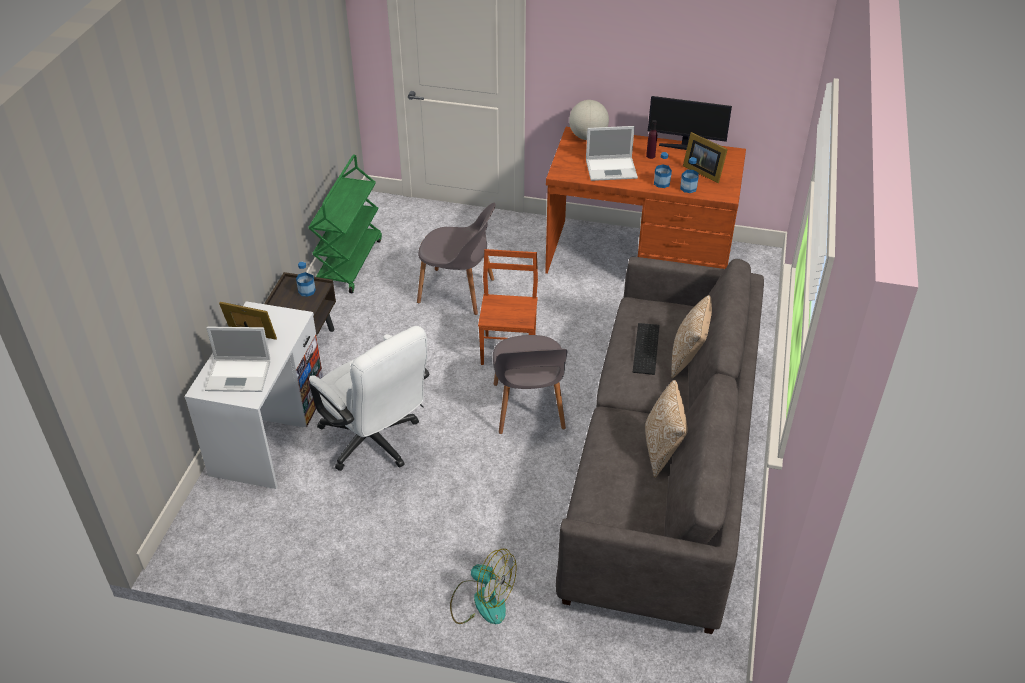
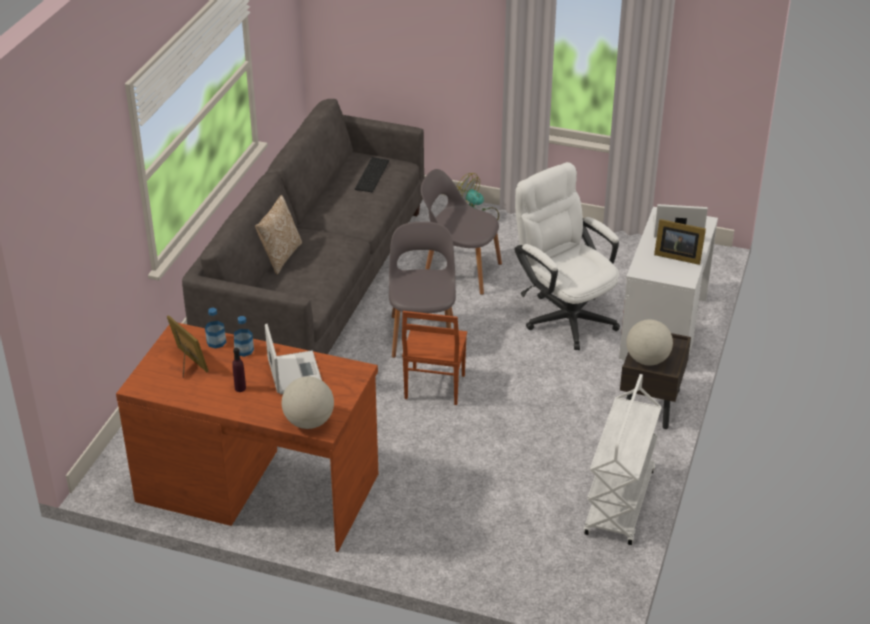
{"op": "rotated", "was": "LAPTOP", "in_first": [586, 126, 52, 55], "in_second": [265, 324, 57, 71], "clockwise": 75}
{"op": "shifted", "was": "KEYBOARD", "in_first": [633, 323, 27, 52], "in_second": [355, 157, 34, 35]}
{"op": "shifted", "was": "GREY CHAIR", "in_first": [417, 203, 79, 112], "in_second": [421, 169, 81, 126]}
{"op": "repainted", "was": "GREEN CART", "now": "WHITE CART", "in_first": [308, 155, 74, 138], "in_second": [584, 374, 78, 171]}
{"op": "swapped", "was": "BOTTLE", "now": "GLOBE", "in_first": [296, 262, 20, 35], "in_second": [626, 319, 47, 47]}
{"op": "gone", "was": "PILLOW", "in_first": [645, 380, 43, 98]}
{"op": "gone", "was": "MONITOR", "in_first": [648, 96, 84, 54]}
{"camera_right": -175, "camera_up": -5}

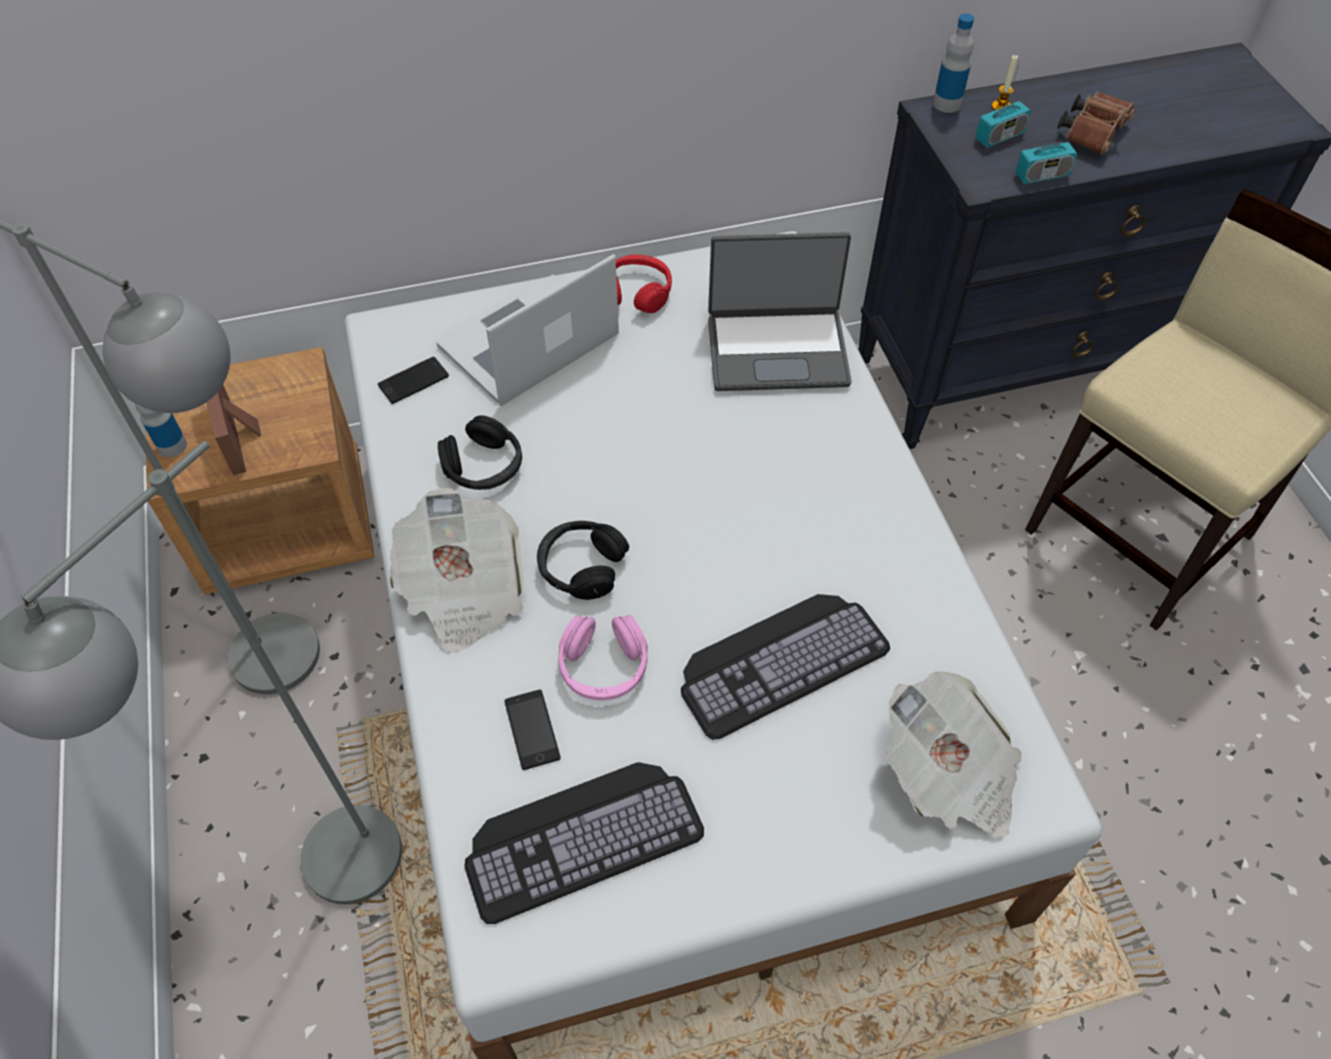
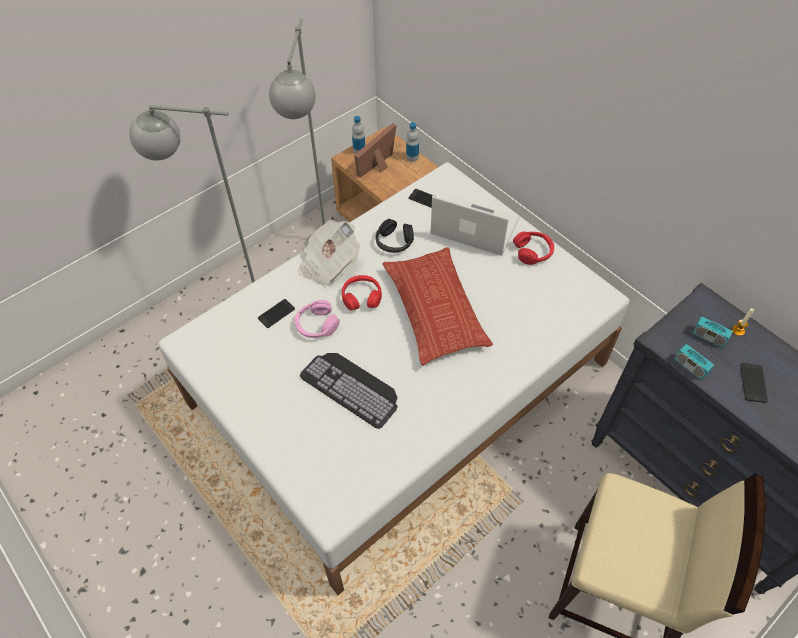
{"op": "repainted", "was": "BLACK HEADPHONES", "now": "RED HEADPHONES", "in_first": [537, 521, 92, 79], "in_second": [342, 275, 40, 35]}
{"op": "new", "now": "PILLOW", "in_second": [383, 247, 110, 119]}
{"op": "shifted", "was": "BOTTLE", "in_first": [933, 14, 41, 99], "in_second": [406, 122, 13, 40]}
{"op": "swapped", "was": "BROWN BINOCULARS", "now": "PHONE", "in_first": [1058, 91, 77, 63], "in_second": [740, 363, 28, 40]}
{"op": "gone", "was": "KEYBOARD", "in_first": [464, 762, 240, 162]}
{"op": "gone", "was": "LAPTOP", "in_first": [708, 232, 144, 159]}
{"op": "gone", "was": "NEWSPAPER", "in_first": [886, 671, 136, 167]}
{"camera_right": 65, "camera_up": 0}

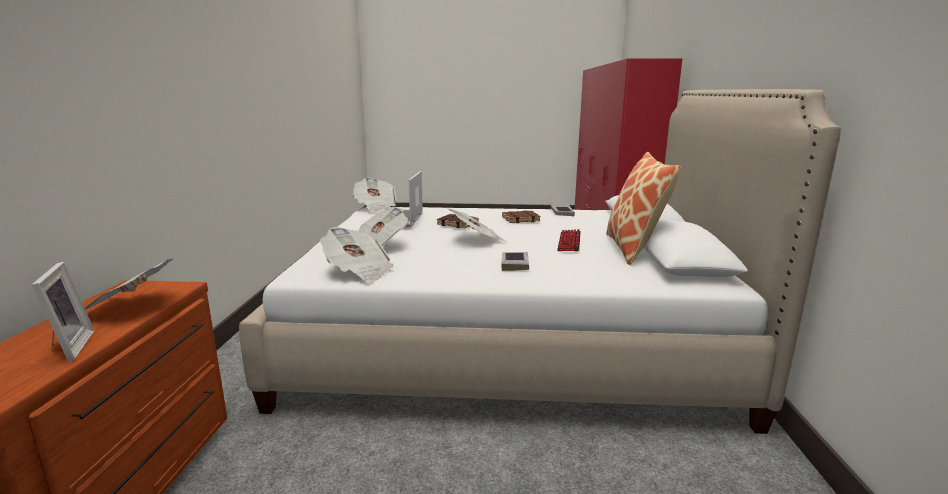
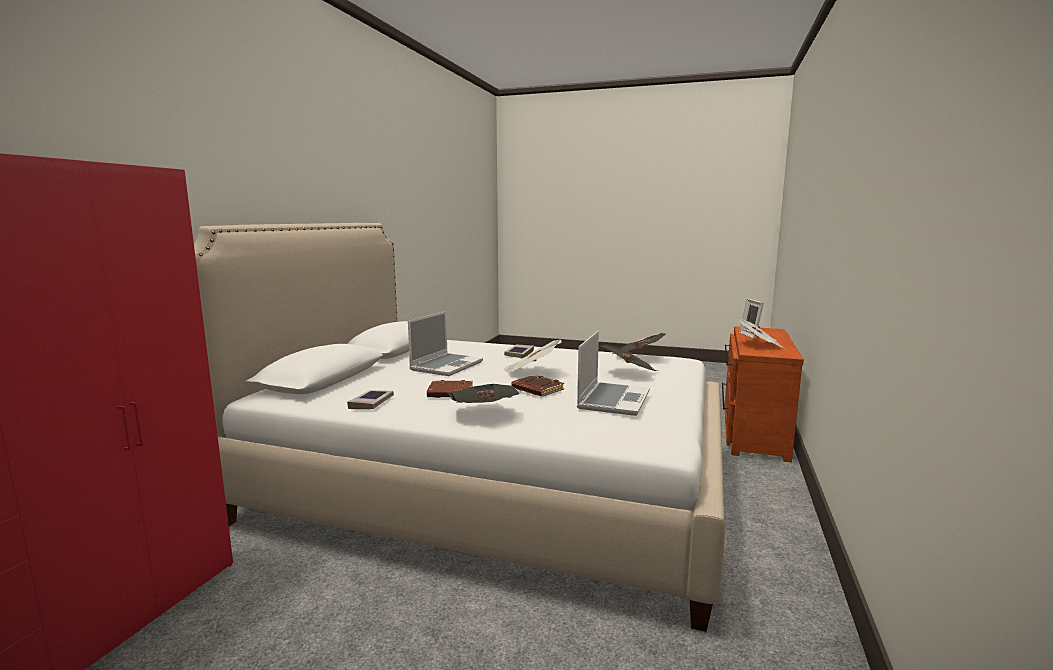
{"op": "swapped", "was": "KEYBOARD", "now": "LAPTOP", "in_first": [557, 229, 24, 23], "in_second": [408, 311, 75, 65]}
{"op": "shifted", "was": "NEWSPAPER", "in_first": [353, 177, 43, 35], "in_second": [448, 384, 71, 19]}
{"op": "gone", "was": "PILLOW", "in_first": [606, 152, 75, 113]}
{"camera_right": -165, "camera_up": -5}

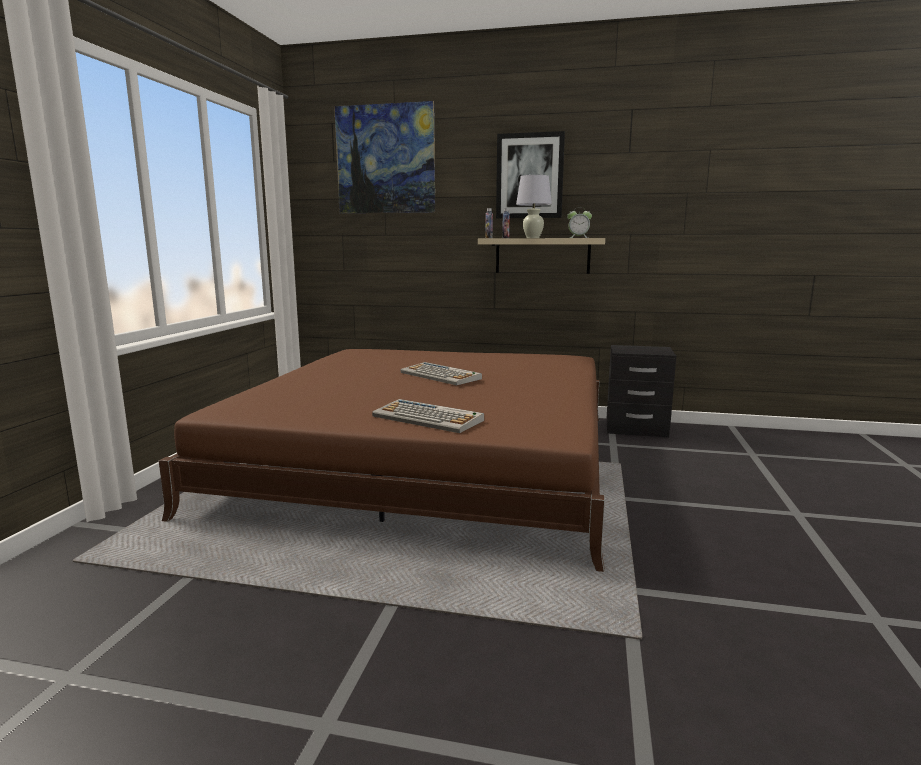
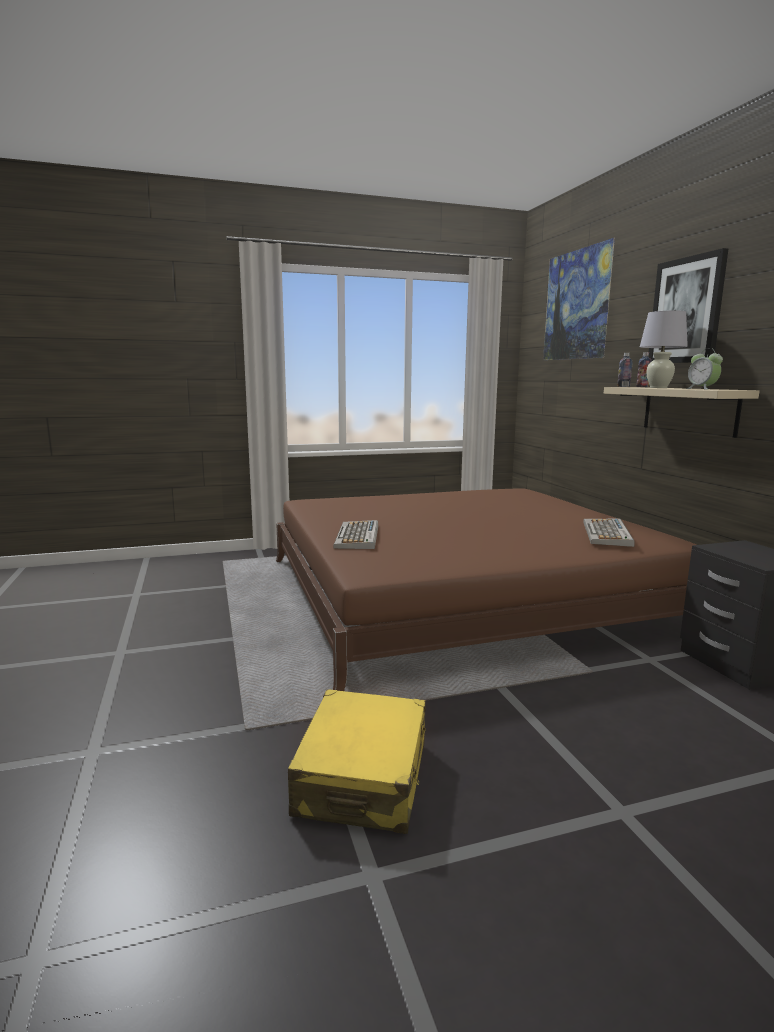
{"op": "new", "now": "YELLOW SUITCASE", "in_second": [288, 689, 138, 145]}
{"op": "shifted", "was": "KEYBOARD", "in_first": [401, 362, 81, 23], "in_second": [583, 519, 52, 28]}
{"camera_right": 60, "camera_up": 0}

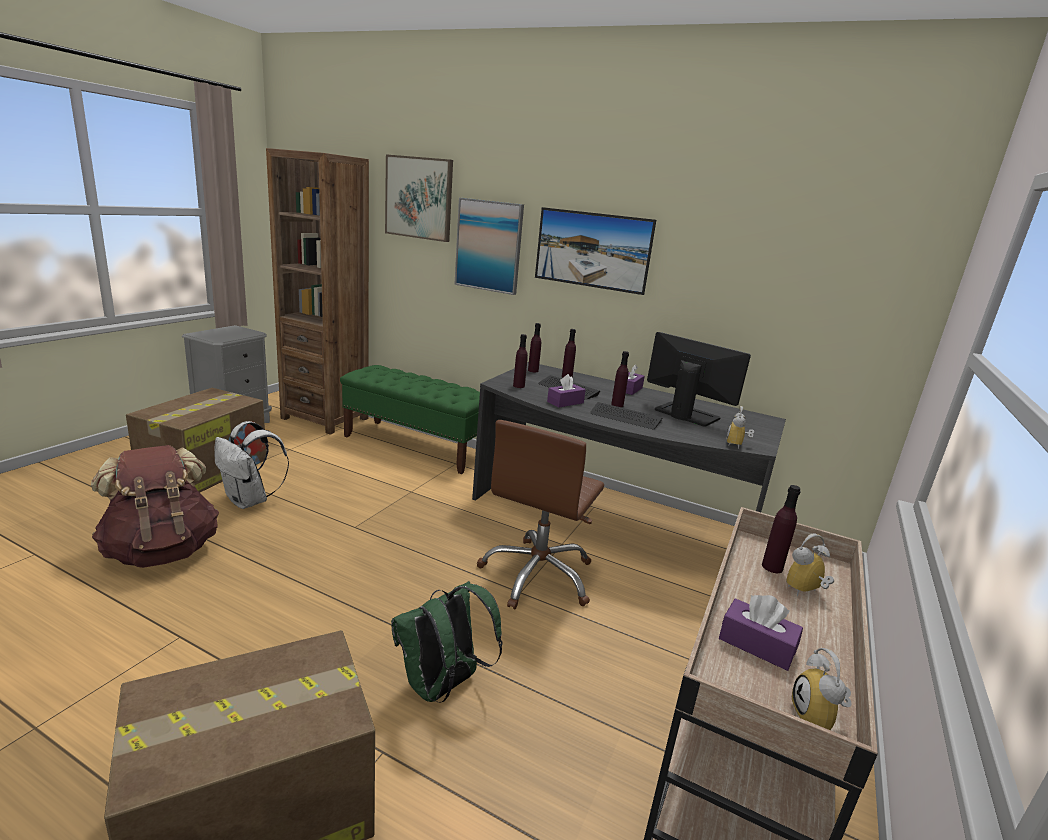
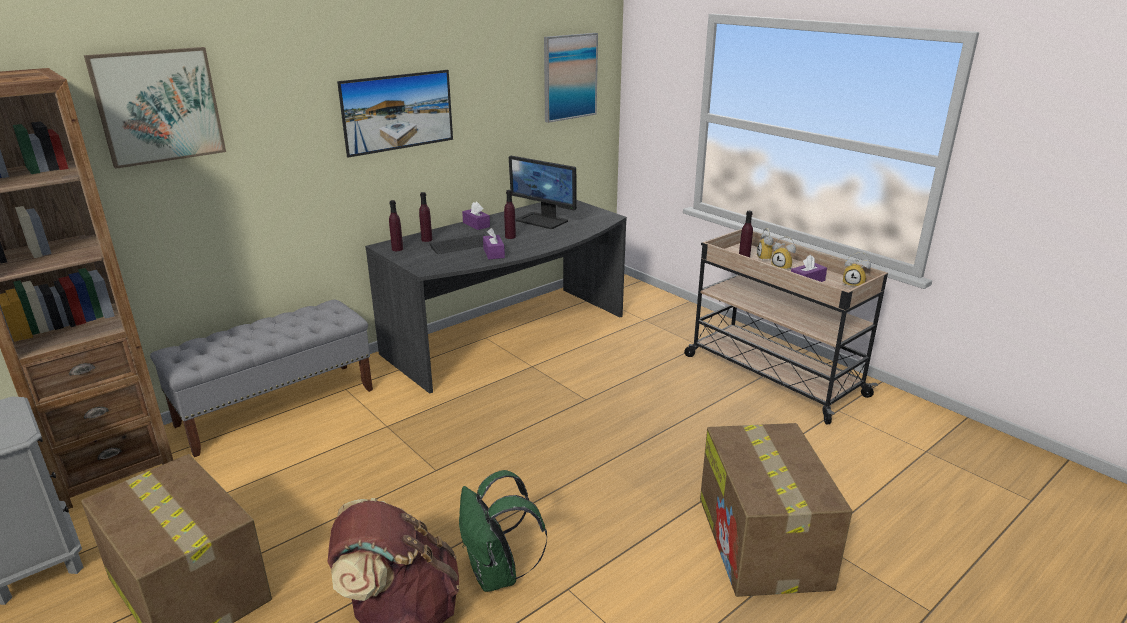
{"op": "repainted", "was": "GREEN BENCH", "now": "GREY BENCH", "in_first": [340, 365, 140, 109], "in_second": [150, 300, 223, 157]}
{"op": "shifted", "was": "GREEN BACKPACK", "in_first": [391, 581, 112, 121], "in_second": [459, 470, 88, 122]}
{"op": "rotated", "was": "MONITOR", "in_first": [647, 332, 104, 95], "in_second": [509, 156, 68, 73], "clockwise": -120}
{"op": "shifted", "was": "PICTURE", "in_first": [454, 198, 70, 97], "in_second": [544, 33, 54, 90]}
{"op": "shifted", "was": "ALARM CLOCK", "in_first": [727, 406, 27, 43], "in_second": [771, 237, 25, 33]}
{"op": "gone", "was": "WHITE BACKPACK", "in_first": [214, 421, 75, 88]}
{"op": "gone", "was": "BROWN OFFICE CHAIR", "in_first": [477, 420, 127, 189]}
{"op": "gone", "was": "PURPLE BOTTLE", "in_first": [513, 334, 15, 54]}
{"op": "gone", "was": "KEYBOARD", "in_first": [590, 402, 73, 27]}
{"camera_right": -65, "camera_up": 5}

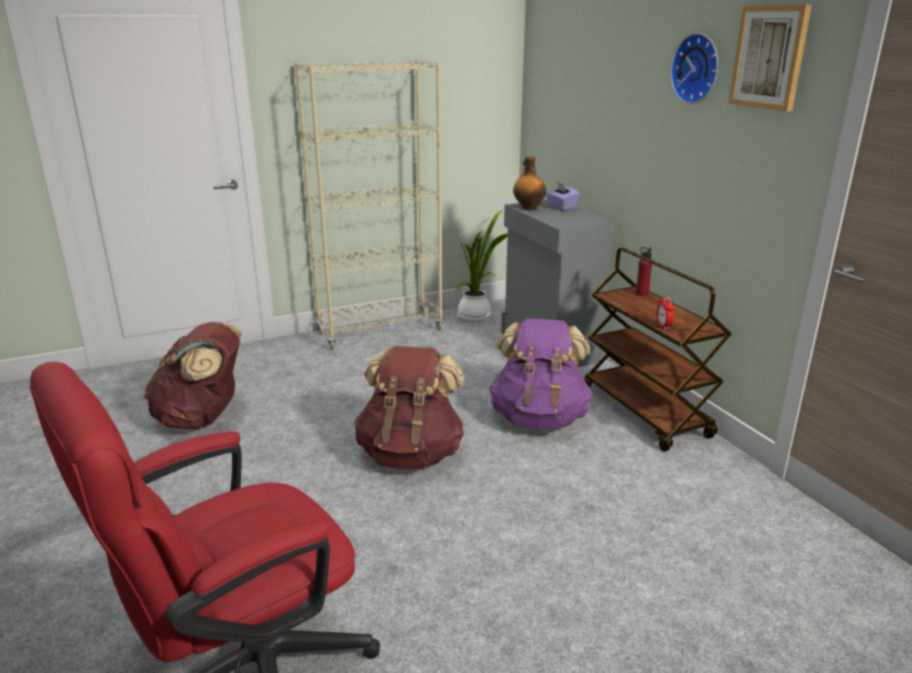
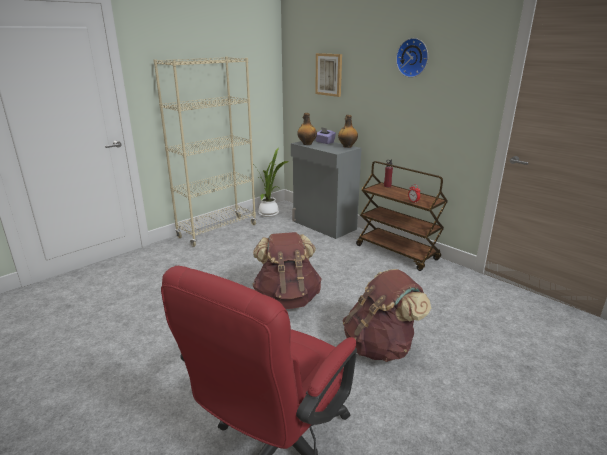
{"op": "shifted", "was": "PICTURE", "in_first": [729, 5, 83, 107], "in_second": [315, 53, 27, 44]}
{"op": "new", "now": "BOTTLE", "in_second": [338, 115, 20, 33]}
{"op": "shifted", "was": "BROWN BACKPACK", "in_first": [144, 322, 98, 107], "in_second": [343, 269, 88, 93]}
{"op": "gone", "was": "PURPLE BACKPACK", "in_first": [489, 318, 104, 112]}
{"camera_right": -20, "camera_up": 0}

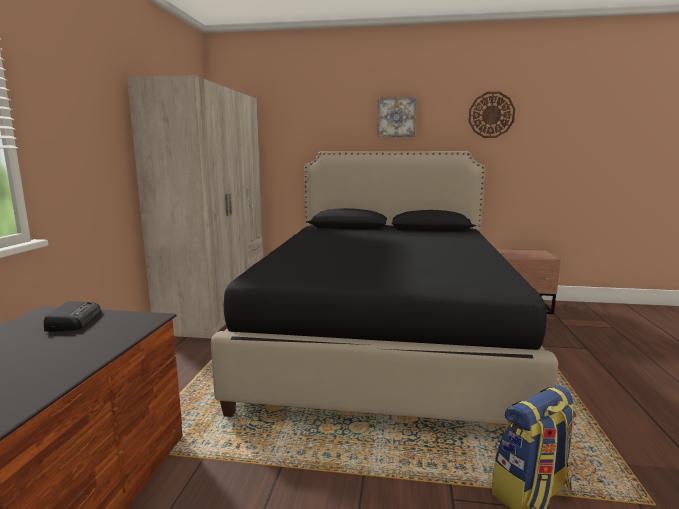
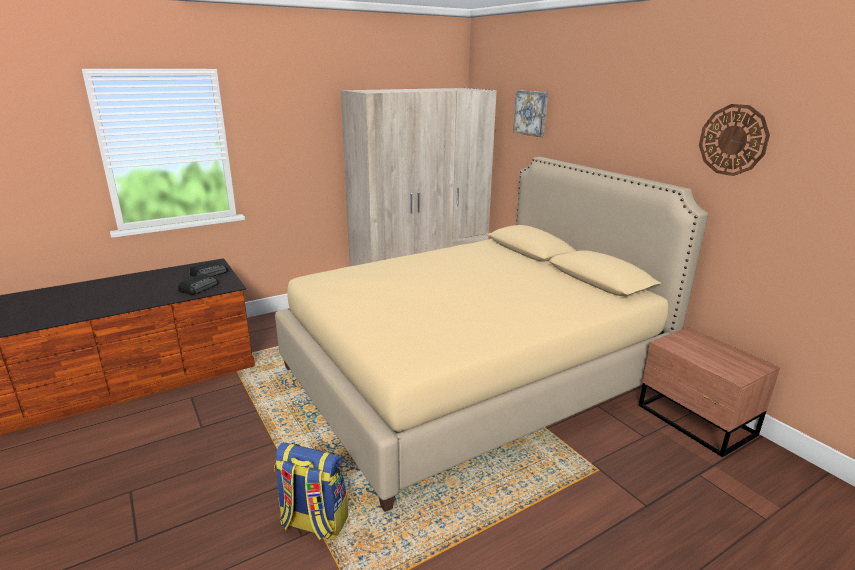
{"op": "new", "now": "RADIO", "in_second": [178, 273, 40, 22]}
{"op": "repainted", "was": "BLACK BED", "now": "BEIGE BED", "in_first": [211, 151, 347, 274], "in_second": [275, 157, 433, 355]}
{"op": "shifted", "was": "PICTURE", "in_first": [378, 97, 38, 40], "in_second": [513, 90, 35, 47]}
{"camera_right": 50, "camera_up": 10}

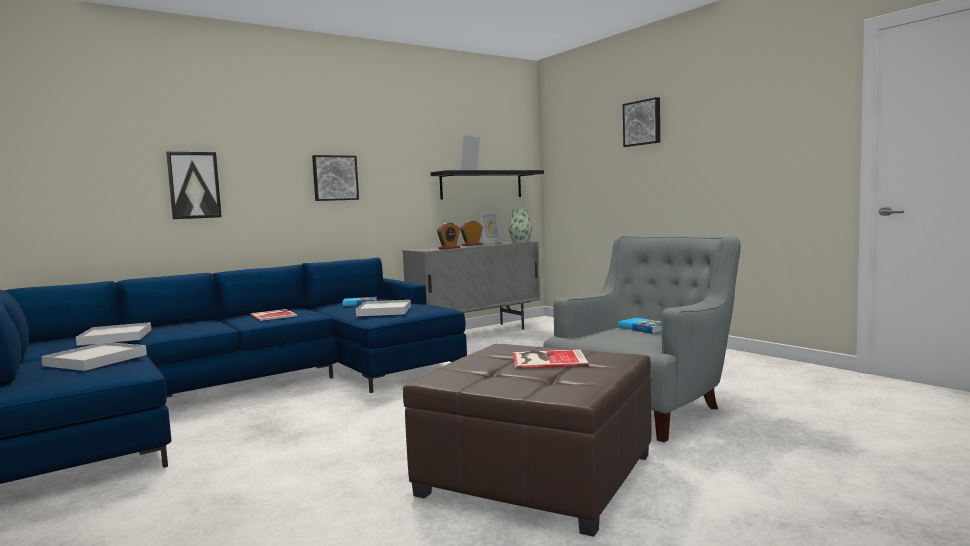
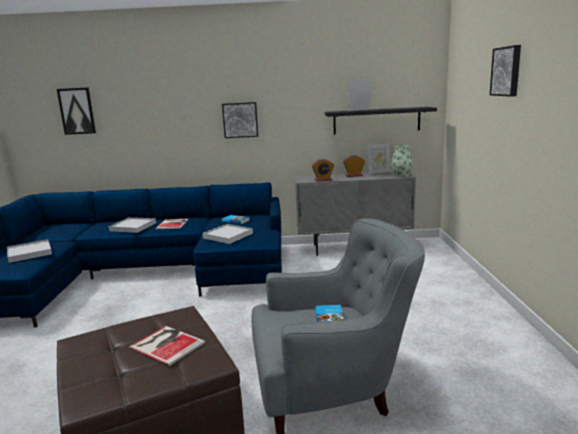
{"op": "shifted", "was": "PICTURE", "in_first": [166, 152, 56, 67], "in_second": [57, 87, 39, 48]}
{"op": "shifted", "was": "WHITE TRAY", "in_first": [76, 322, 75, 24], "in_second": [109, 217, 47, 16]}
{"camera_right": 35, "camera_up": 10}

